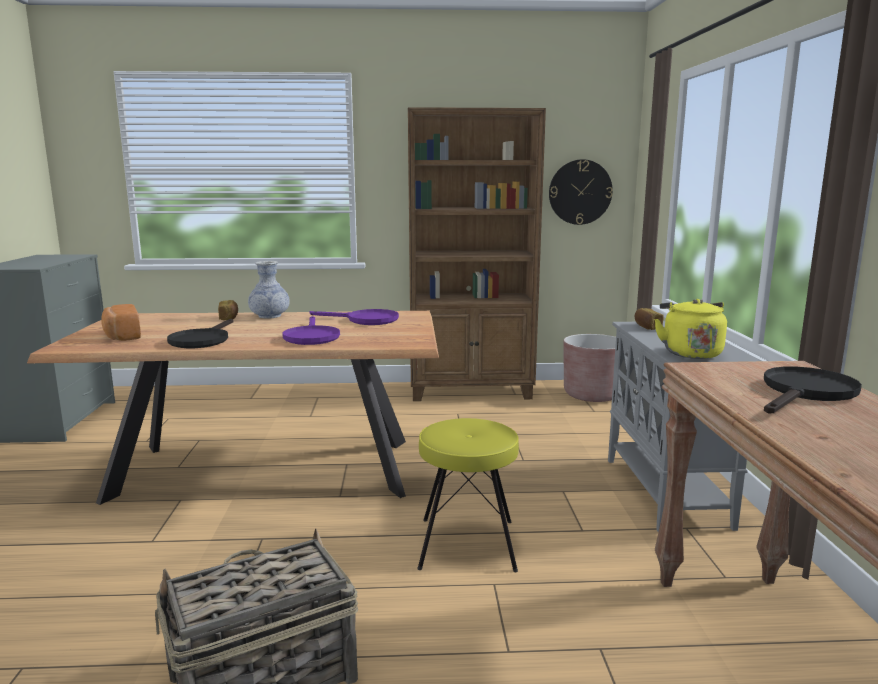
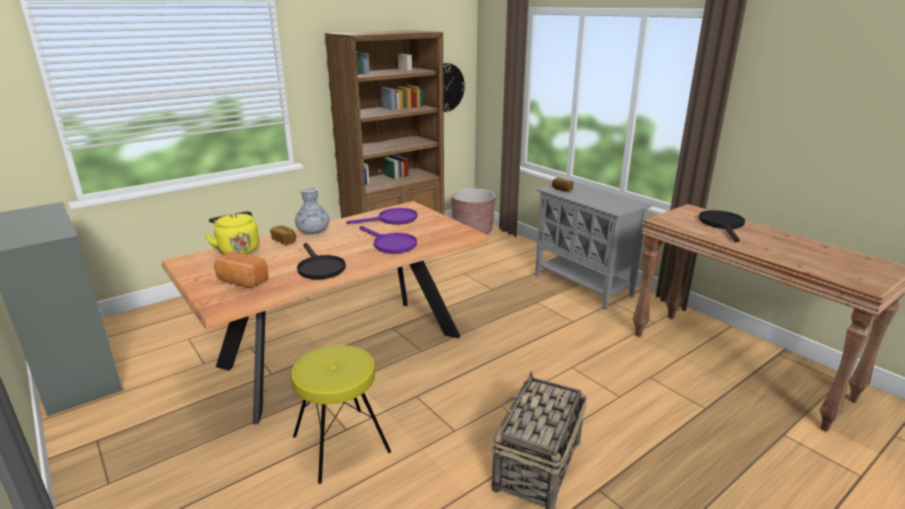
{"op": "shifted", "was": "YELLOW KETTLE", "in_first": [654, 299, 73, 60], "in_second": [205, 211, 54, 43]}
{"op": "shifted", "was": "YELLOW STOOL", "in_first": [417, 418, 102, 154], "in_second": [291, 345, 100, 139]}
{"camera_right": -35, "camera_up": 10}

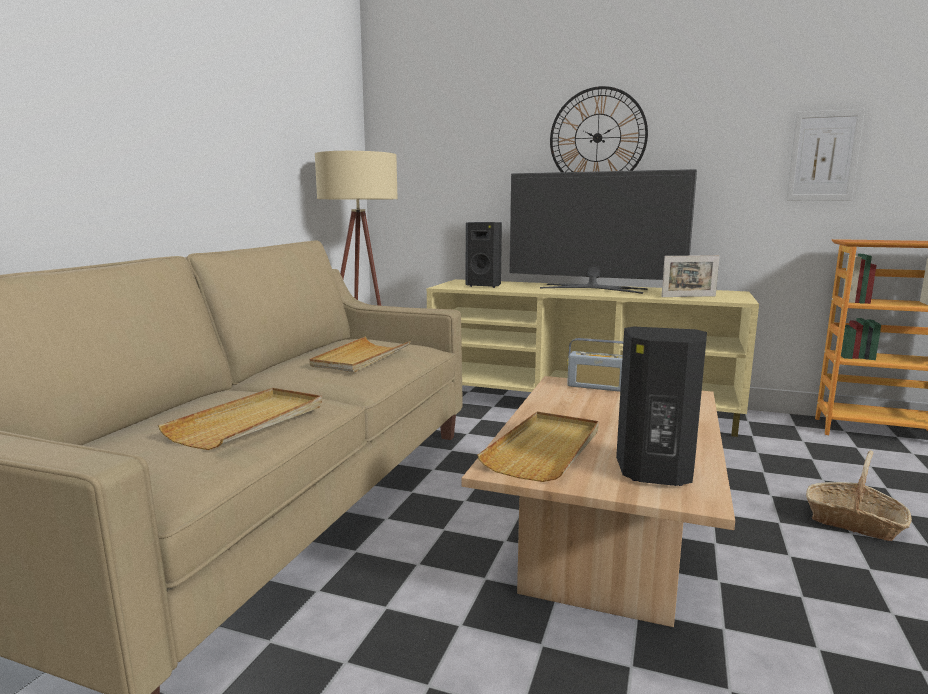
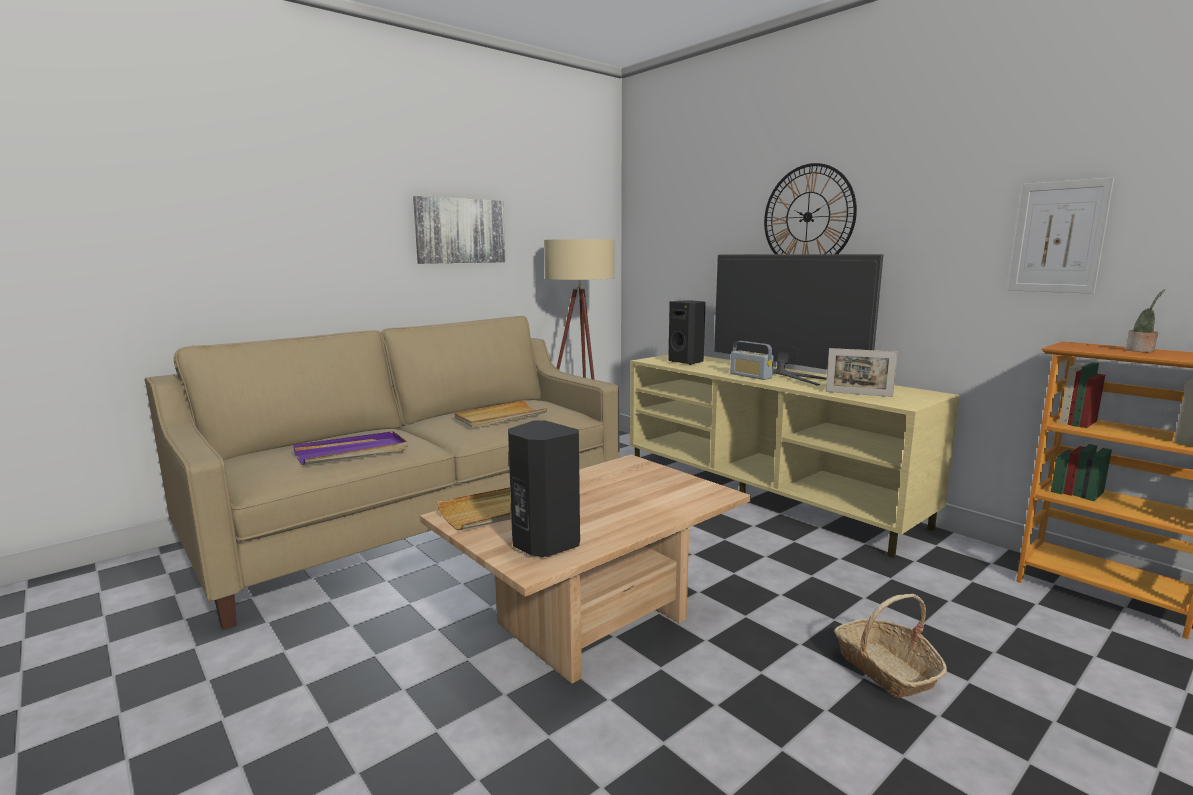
{"op": "repainted", "was": "BEIGE TRAY", "now": "PURPLE TRAY", "in_first": [158, 388, 164, 62], "in_second": [293, 431, 115, 34]}
{"op": "new", "now": "PICTURE", "in_second": [413, 196, 93, 68]}
{"op": "shifted", "was": "RADIO", "in_first": [567, 338, 56, 54], "in_second": [730, 341, 43, 39]}
{"op": "new", "now": "POTTED PLANT", "in_second": [1126, 289, 39, 63]}
{"camera_right": 30, "camera_up": 0}

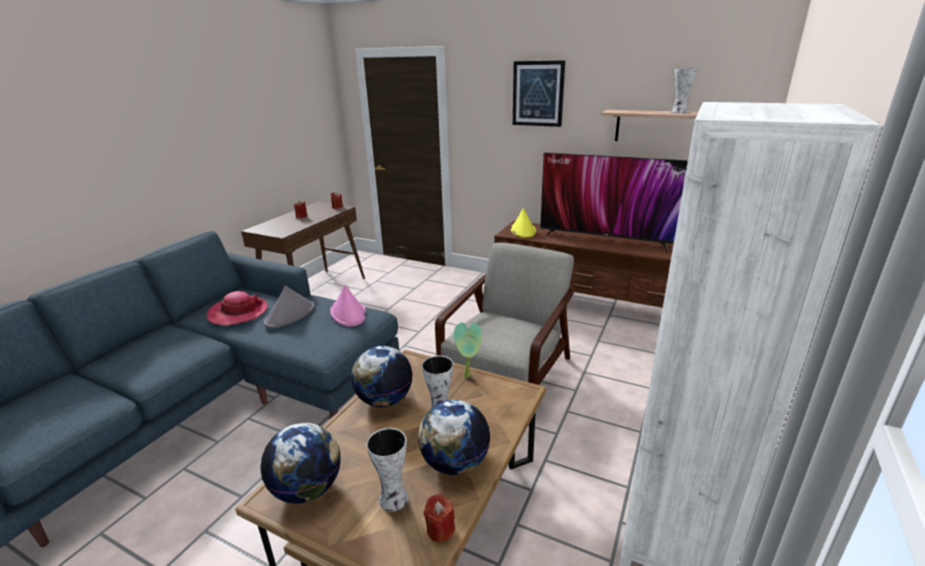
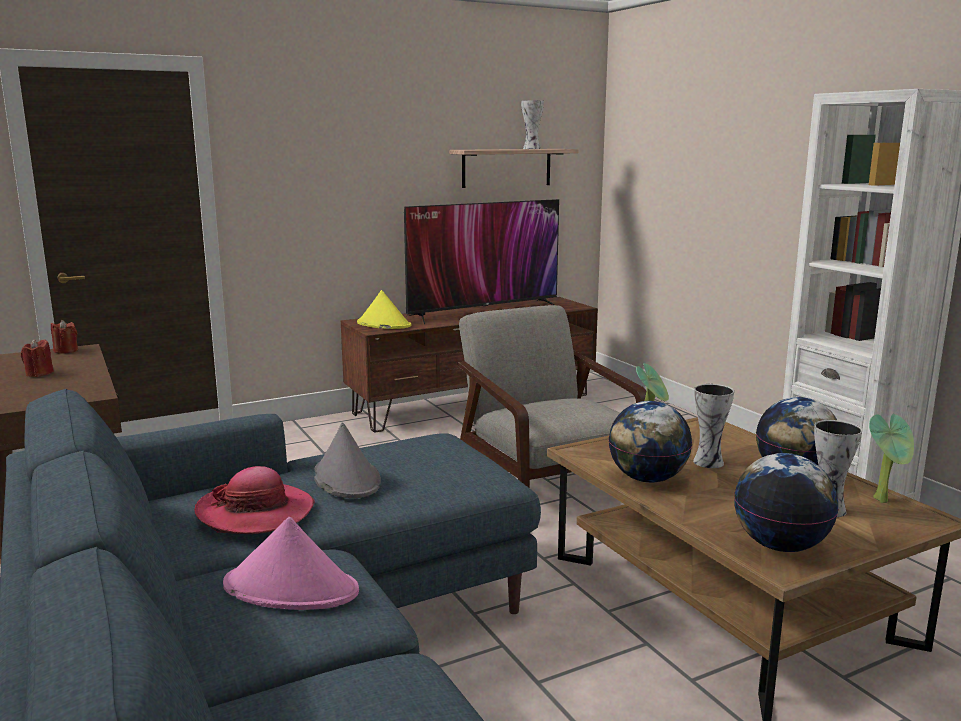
{"op": "shifted", "was": "PINK HAT", "in_first": [330, 285, 36, 41], "in_second": [223, 517, 136, 93]}
{"op": "swapped", "was": "RED CANDLE", "now": "POTTED PLANT", "in_first": [424, 493, 31, 49], "in_second": [869, 414, 45, 89]}
{"op": "gone", "was": "PICTURE", "in_first": [513, 60, 52, 67]}
{"camera_right": -55, "camera_up": -10}

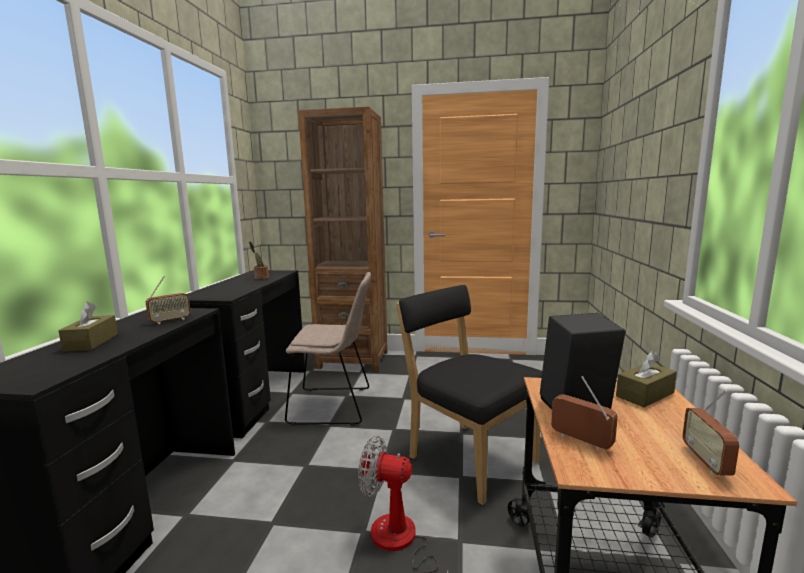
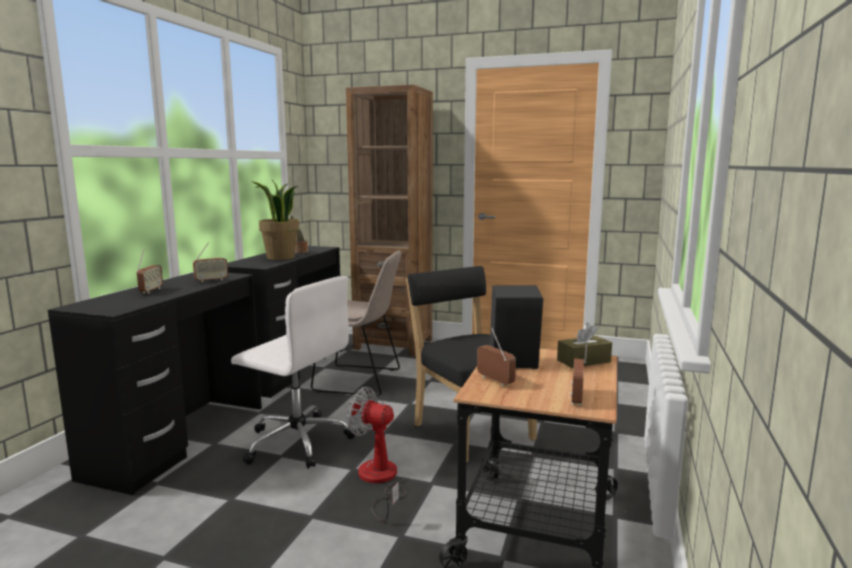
{"op": "swapped", "was": "BROWN TISSUE BOX", "now": "RADIO", "in_first": [58, 302, 60, 50], "in_second": [136, 249, 27, 45]}
{"op": "new", "now": "WHITE OFFICE CHAIR", "in_second": [231, 276, 124, 193]}
{"op": "new", "now": "POTTED PLANT", "in_second": [251, 180, 48, 80]}
{"camera_right": 10, "camera_up": 0}

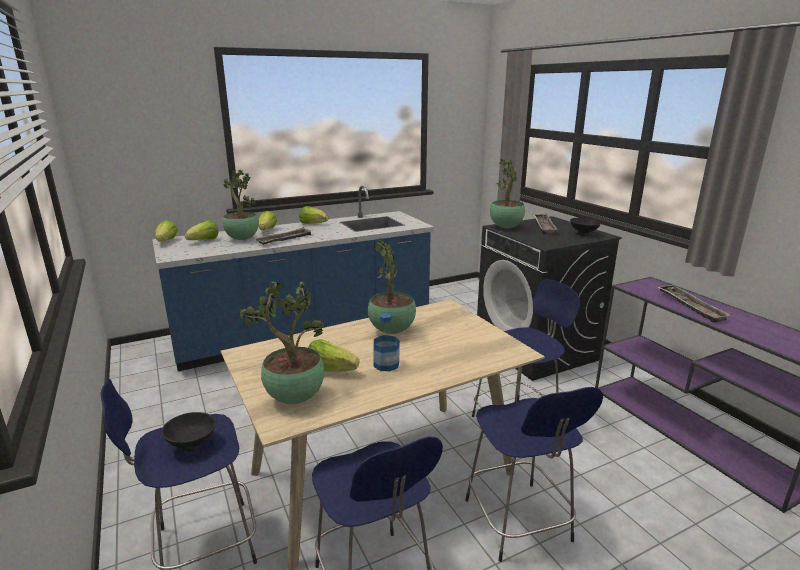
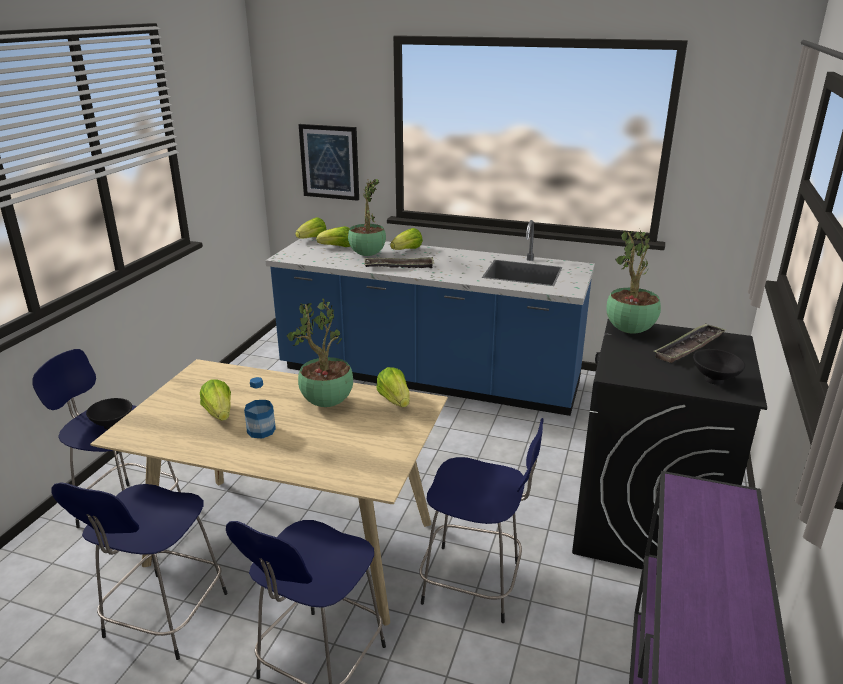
{"op": "new", "now": "PICTURE", "in_second": [299, 124, 60, 77]}
{"op": "shifted", "was": "LETTUCE", "in_first": [300, 206, 29, 18], "in_second": [376, 367, 34, 40]}
{"op": "gone", "was": "POTTED PLANT", "in_first": [240, 281, 84, 123]}
{"op": "gone", "was": "TRAY", "in_first": [658, 284, 73, 39]}
{"camera_right": 45, "camera_up": 5}

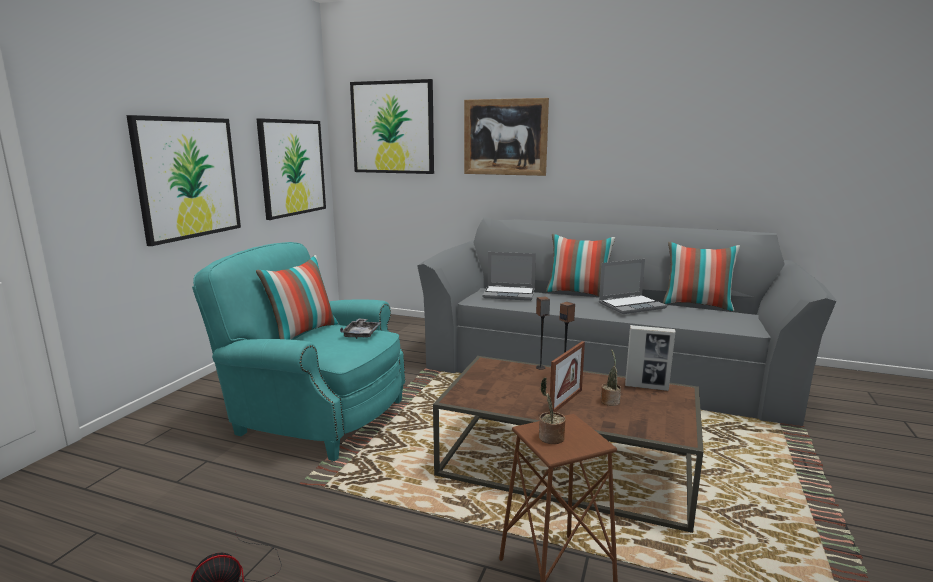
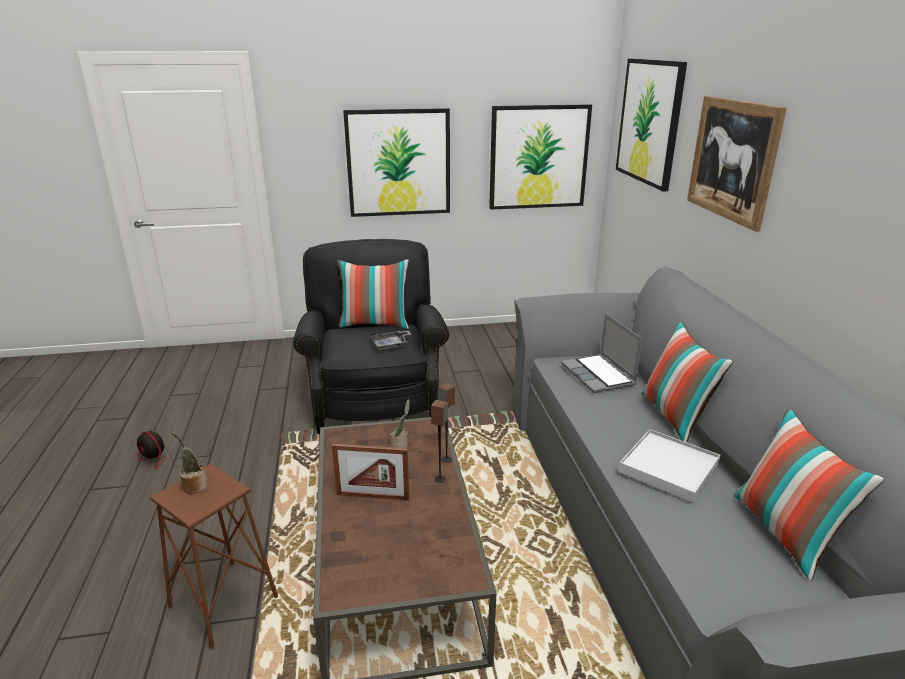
{"op": "repainted", "was": "TURQUOISE ARMCHAIR", "now": "BLACK ARMCHAIR", "in_first": [192, 242, 213, 219], "in_second": [293, 239, 156, 195]}
{"op": "shifted", "was": "POTTED PLANT", "in_first": [601, 349, 20, 57], "in_second": [390, 399, 20, 49]}
{"op": "swapped", "was": "LAPTOP", "now": "WHITE TRAY", "in_first": [599, 259, 68, 55], "in_second": [618, 429, 103, 73]}
{"op": "gone", "was": "PICTURE FRAME", "in_first": [625, 325, 51, 66]}
{"camera_right": 60, "camera_up": 10}

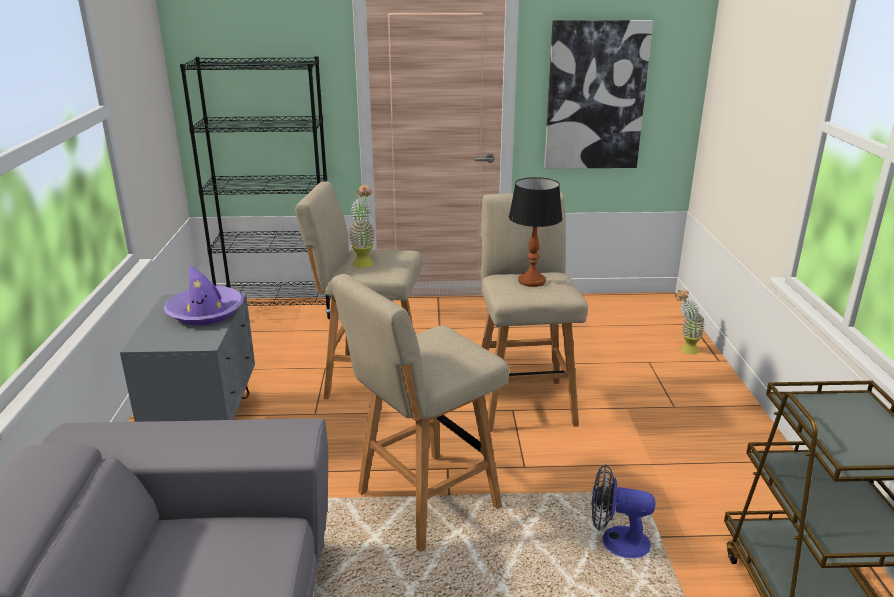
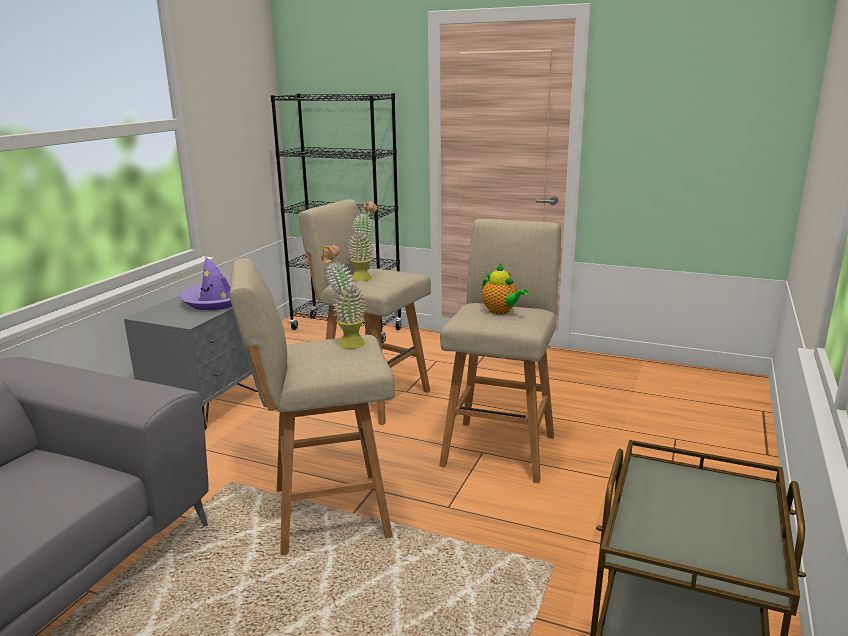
{"op": "shifted", "was": "POTTED PLANT", "in_first": [675, 290, 30, 64], "in_second": [321, 245, 46, 104]}
{"op": "swapped", "was": "TABLE LAMP", "now": "TEAPOT", "in_first": [509, 177, 54, 110], "in_second": [482, 264, 46, 50]}
{"op": "gone", "was": "PICTURE", "in_first": [544, 20, 109, 149]}
{"op": "gone", "was": "FAN", "in_first": [591, 464, 65, 94]}
{"camera_right": 25, "camera_up": -5}

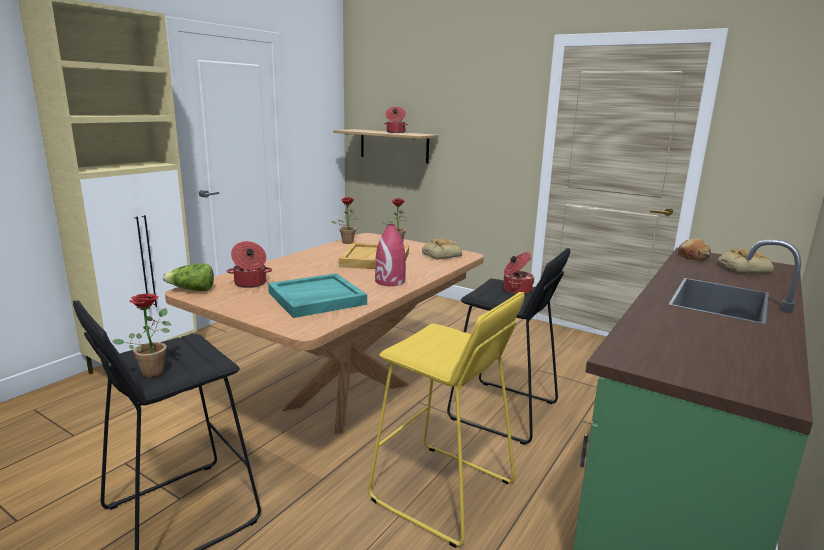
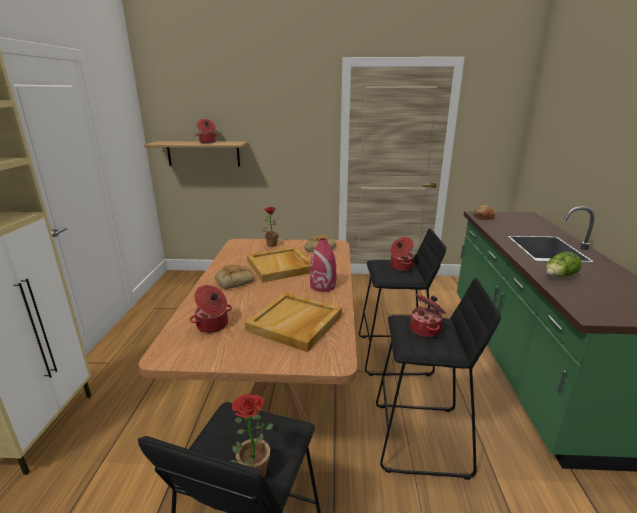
{"op": "shifted", "was": "BREAD", "in_first": [718, 248, 56, 25], "in_second": [214, 265, 40, 24]}
{"op": "repainted", "was": "TURQUOISE TRAY", "now": "BEIGE TRAY", "in_first": [268, 273, 99, 45], "in_second": [245, 292, 97, 60]}
{"op": "repainted", "was": "YELLOW STOOL", "now": "BLACK STOOL", "in_first": [368, 292, 157, 256], "in_second": [376, 278, 125, 202]}
{"op": "new", "now": "COOKING POT", "in_second": [410, 294, 35, 43]}
{"op": "shifted", "was": "LETTUCE", "in_first": [163, 263, 51, 28], "in_second": [546, 252, 36, 25]}
{"op": "gone", "was": "POTTED PLANT", "in_first": [331, 197, 27, 47]}
{"camera_right": -30, "camera_up": 5}

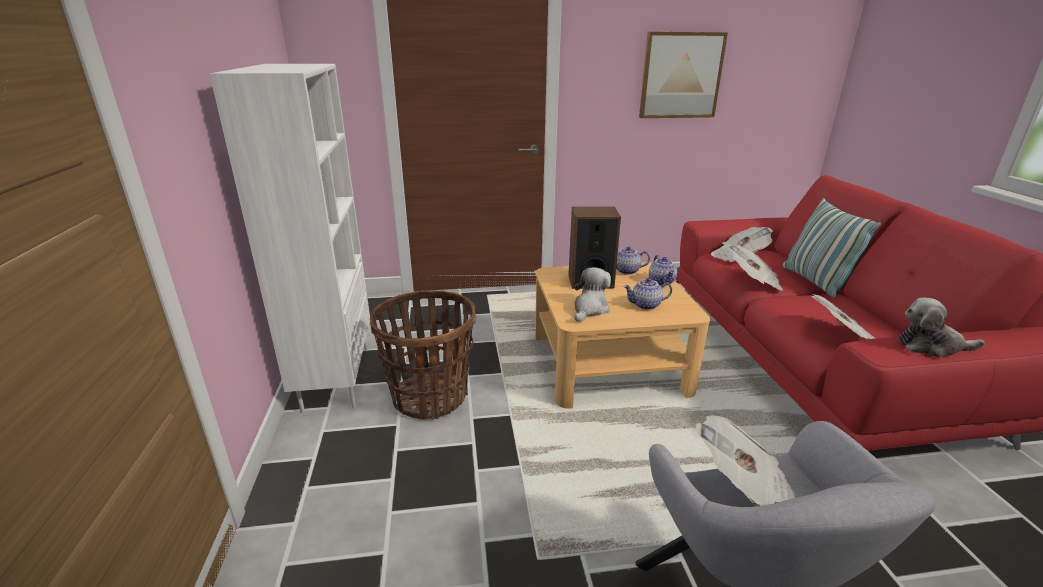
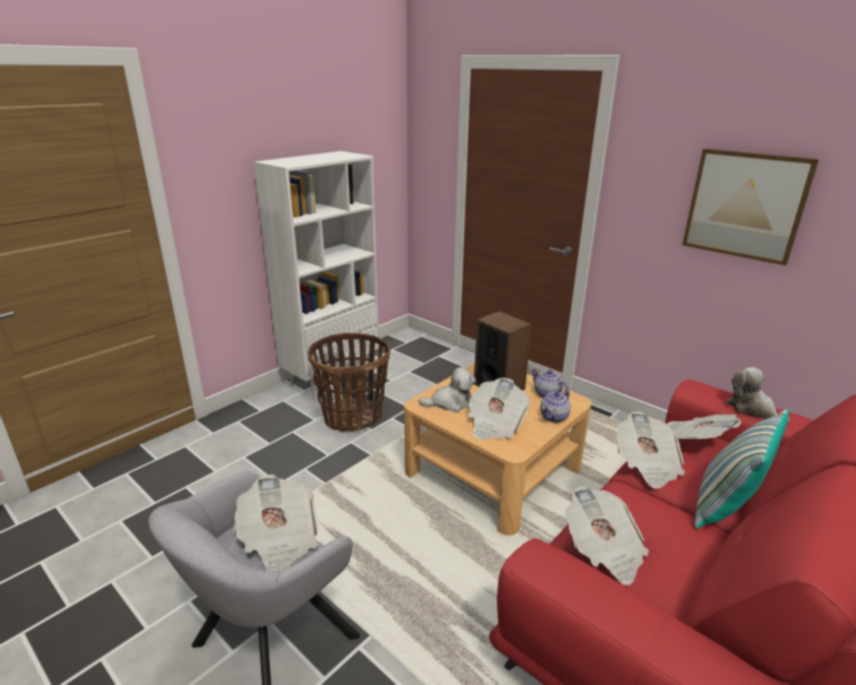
{"op": "swapped", "was": "TEAPOT", "now": "NEWSPAPER", "in_first": [623, 278, 49, 32], "in_second": [468, 378, 62, 62]}
{"op": "shifted", "was": "PLUSH TOY", "in_first": [898, 298, 87, 60], "in_second": [726, 367, 64, 56]}
{"camera_right": 50, "camera_up": 0}

